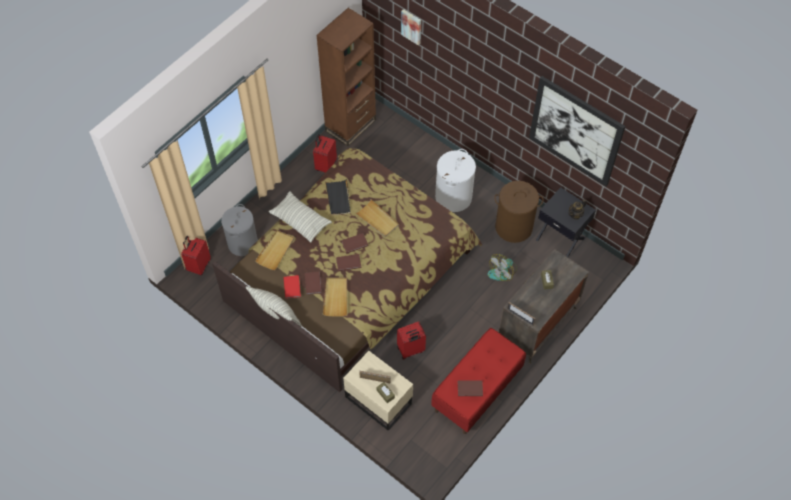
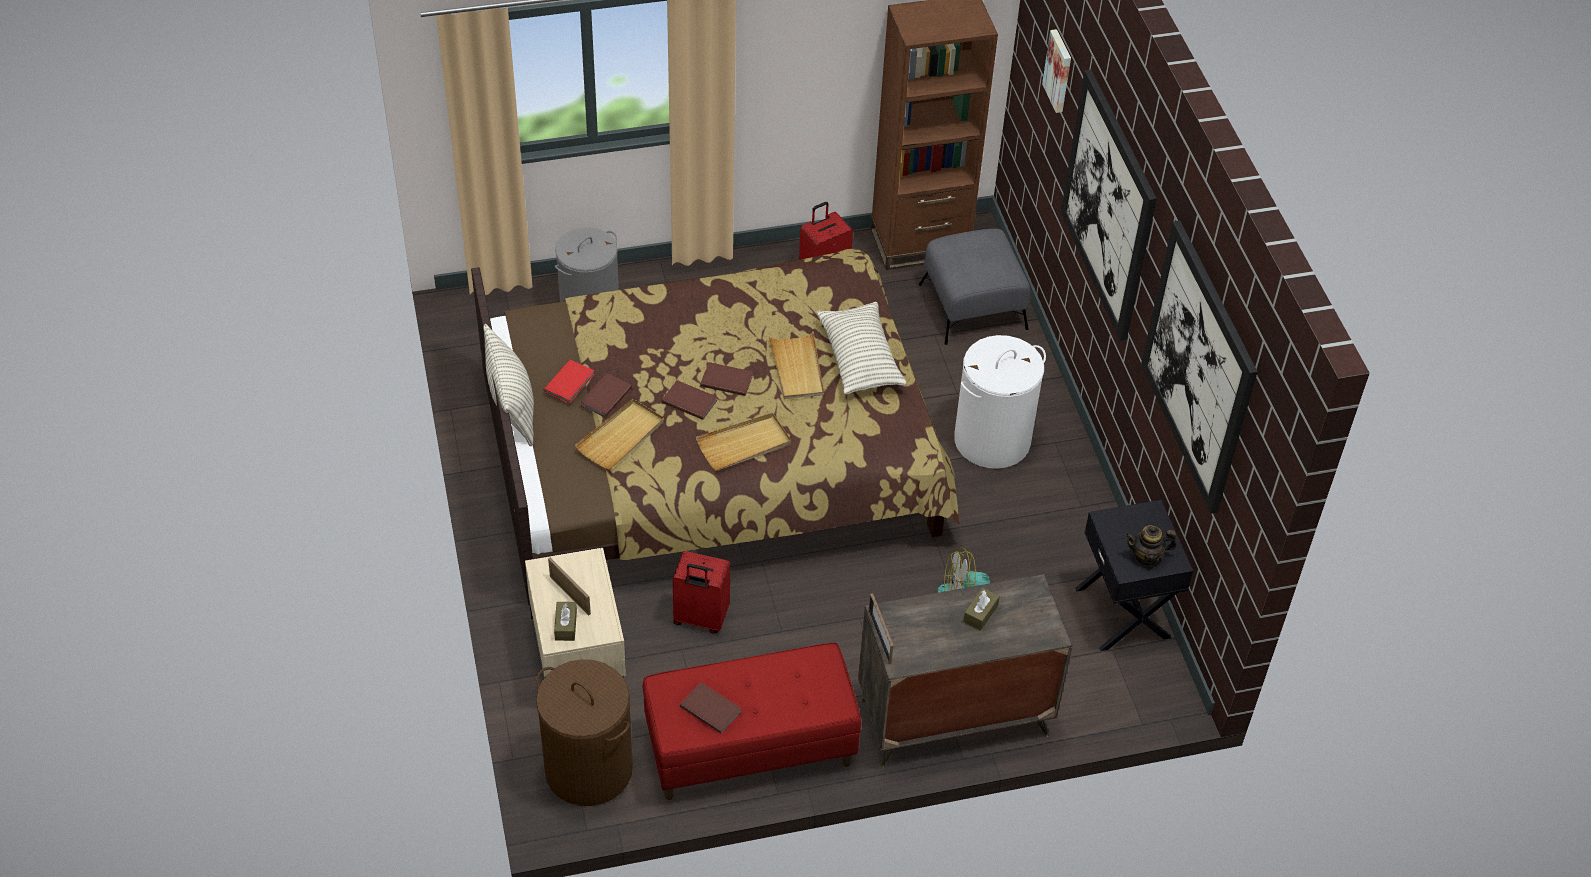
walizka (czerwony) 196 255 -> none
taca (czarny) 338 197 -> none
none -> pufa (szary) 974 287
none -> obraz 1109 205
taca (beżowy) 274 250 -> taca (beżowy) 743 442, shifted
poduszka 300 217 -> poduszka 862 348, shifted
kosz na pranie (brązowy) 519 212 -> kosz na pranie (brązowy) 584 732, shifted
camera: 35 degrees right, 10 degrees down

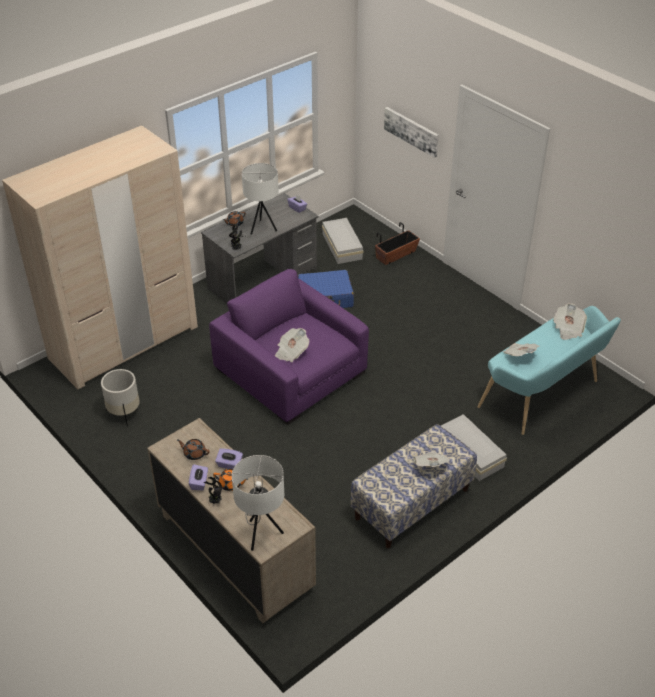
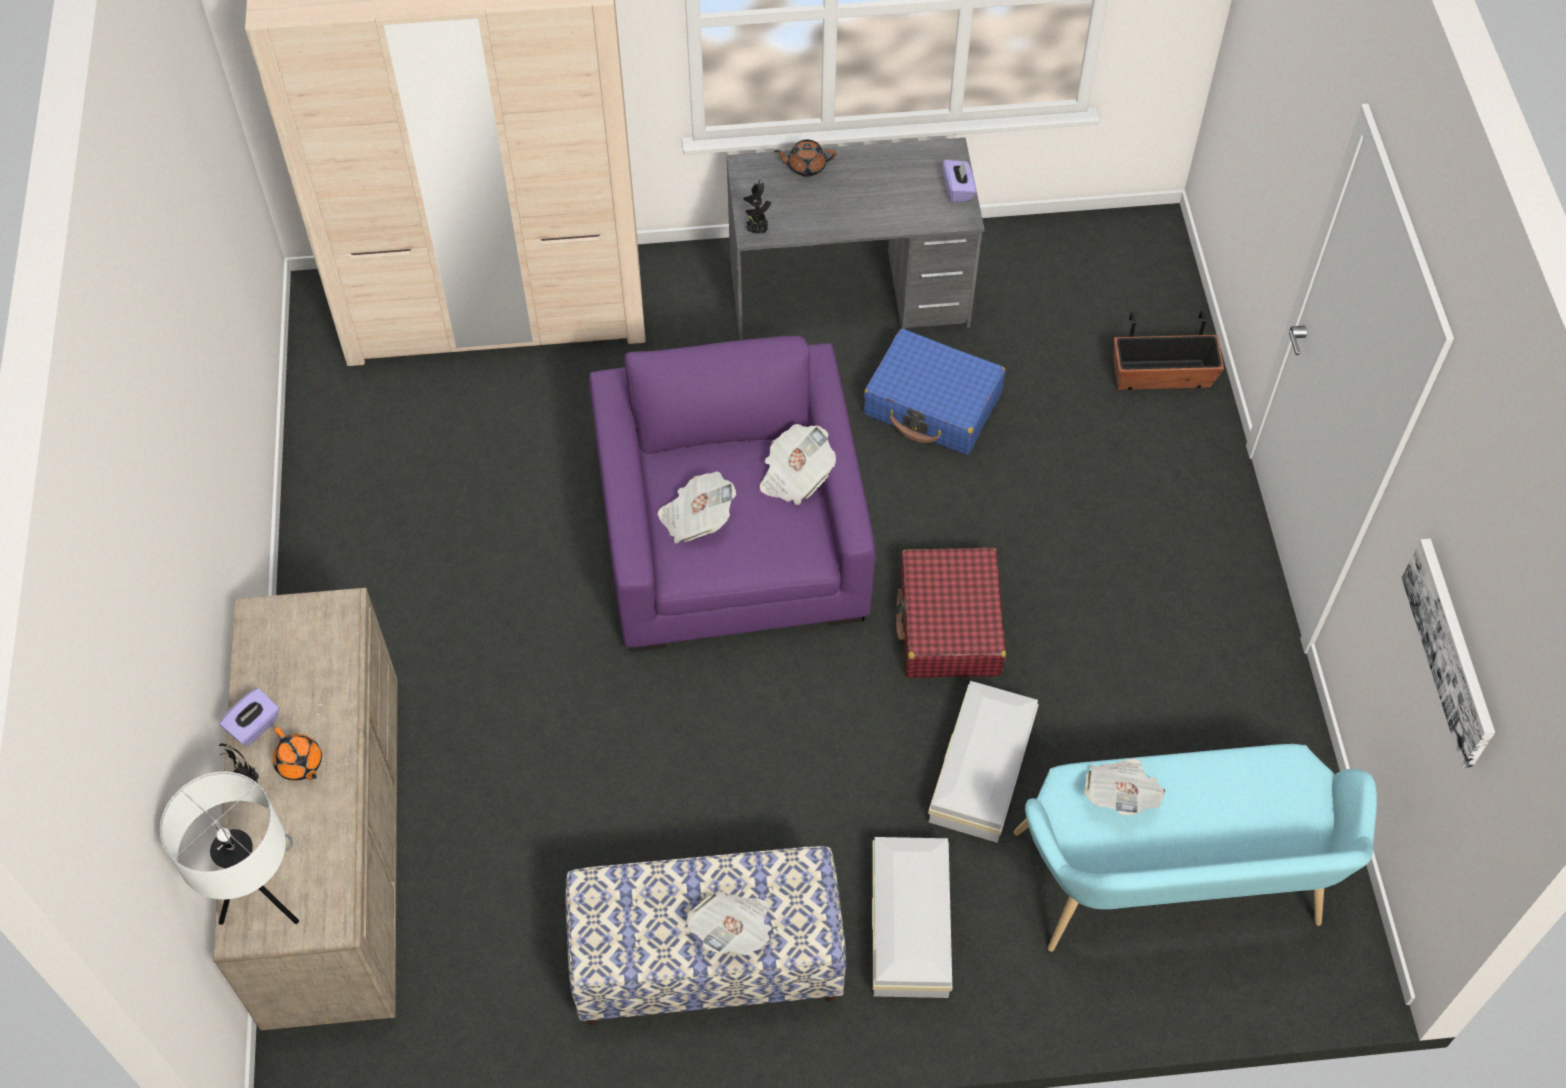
donica (biały) 120 397 -> none
imbryk (brązowy) 193 449 -> none
pudełko chusteczek (fioletowy) 229 458 -> none
lampa stołowa (biały) 259 200 -> none
none -> walizka (czerwony) 951 612
pojemnik do przechowywania (biały) 343 241 -> pojemnik do przechowywania (biały) 983 762, shifted
obraz 411 132 -> obraz 1448 653, shifted
gazeta 570 321 -> gazeta 797 464, shifted
camera: 35 degrees right, 15 degrees up

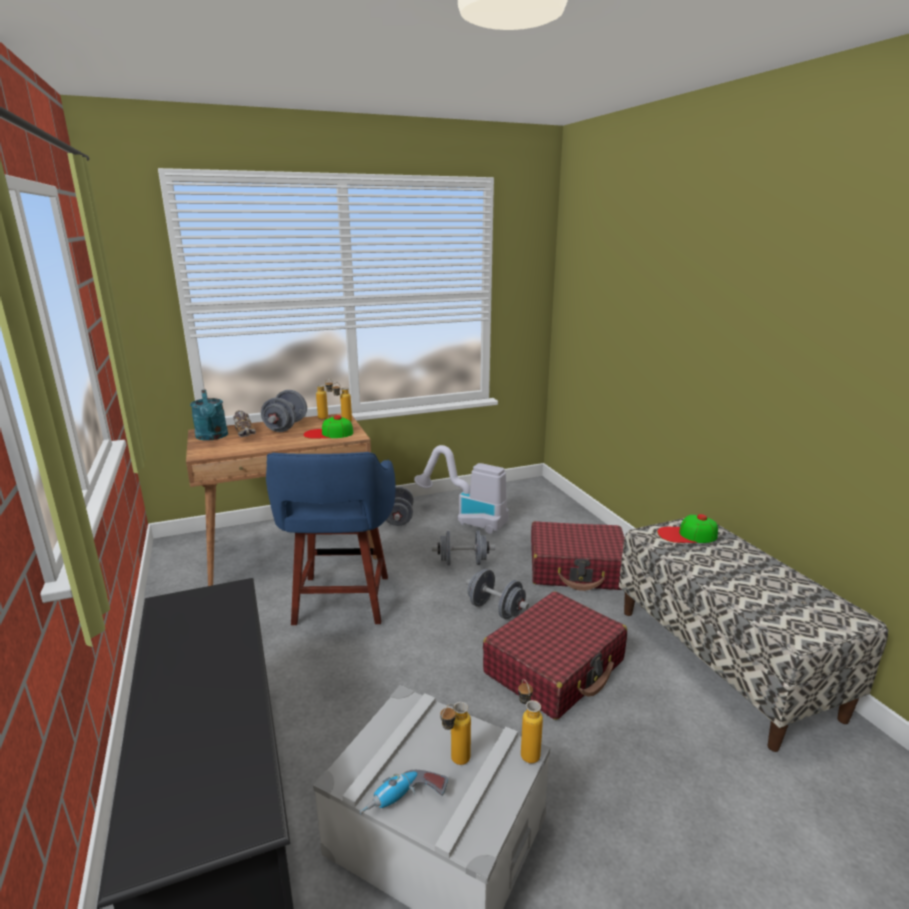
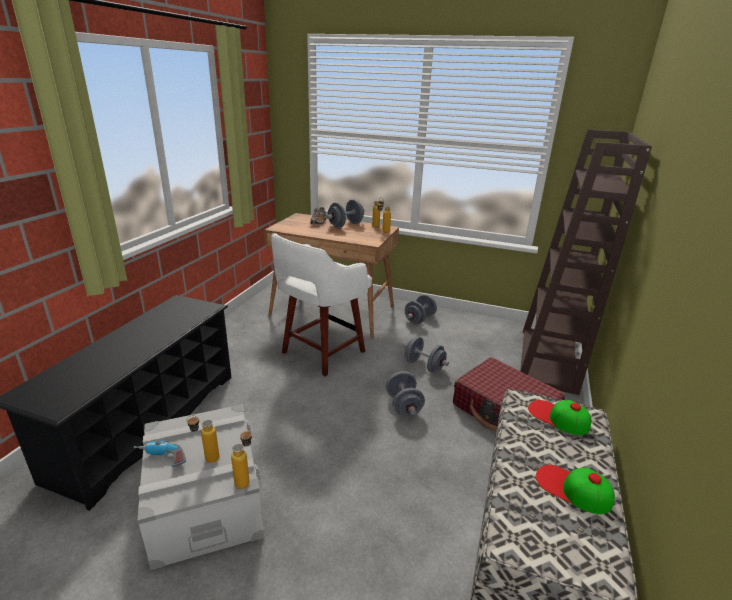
konewka (turkusowy) 209 415 -> none
odkurzacz 461 489 -> none
walizka (czerwony) 555 655 -> none
none -> regał (brązowy) 586 262
czapka z daszkiem 328 427 -> czapka z daszkiem 575 489, shifted
stołek (niebieski) 330 538 -> stołek (biały) 321 304
camera: 40 degrees right, 5 degrees up

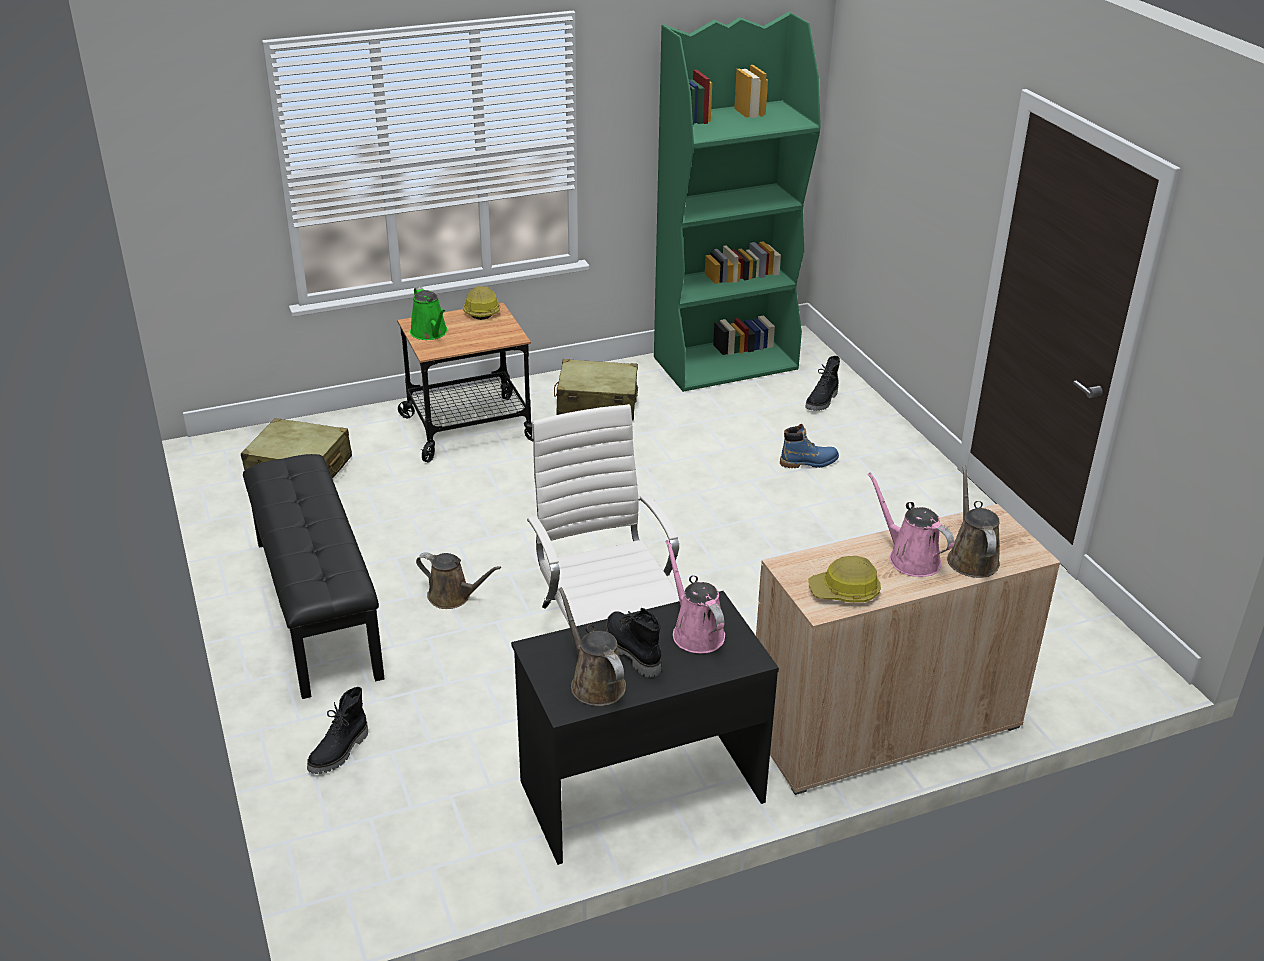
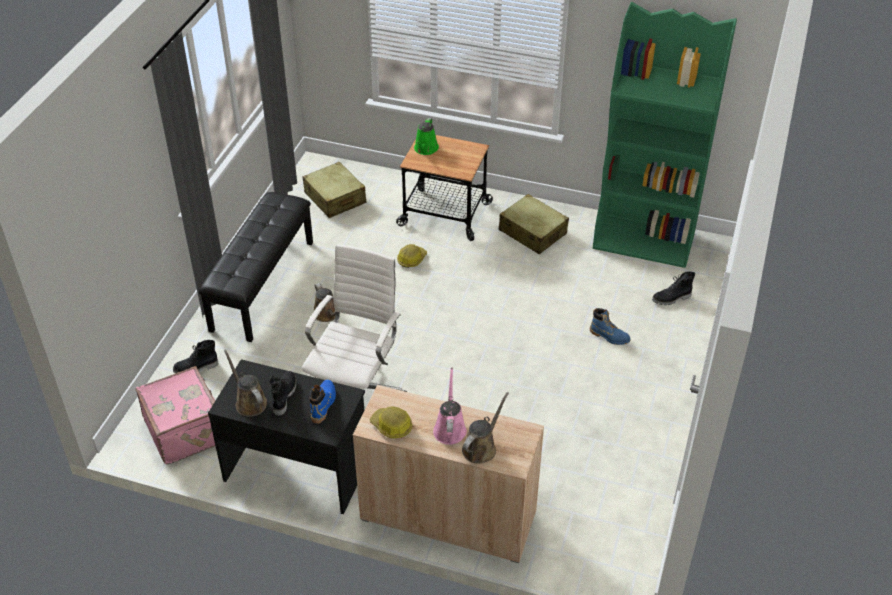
none -> walizka (różowy) 175 415
kask 481 303 -> kask 412 256, shifted
konewka (różowy) 695 596 -> but z cholewką (niebieski) 322 401
konewka (brązowy) 592 646 -> konewka (brązowy) 245 383, 45 degrees counterclockwise
camera: 40 degrees right, 10 degrees up

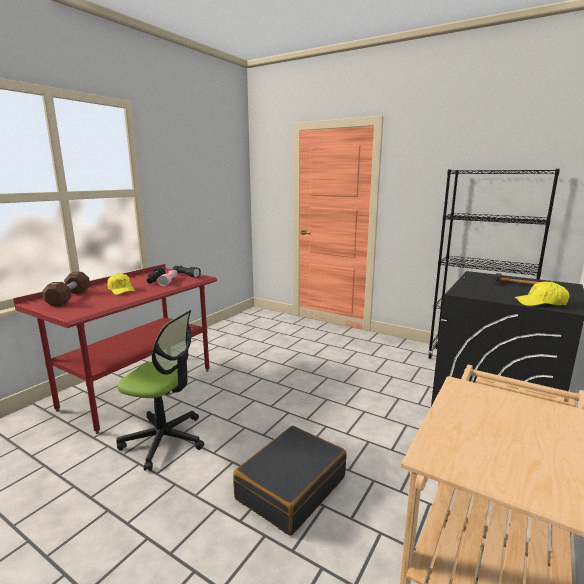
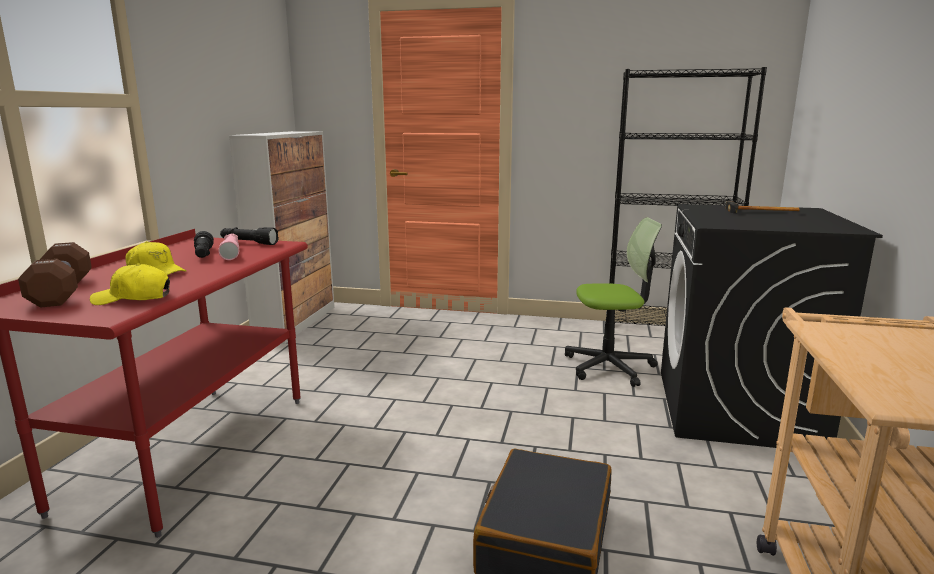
none -> szafka 281 237
krzesło biurowe 160 390 -> krzesło biurowe 613 302, shifted
czapka z daszkiem (żółty) 542 293 -> czapka z daszkiem (żółty) 130 284, shifted
camera: 20 degrees left, 0 degrees up

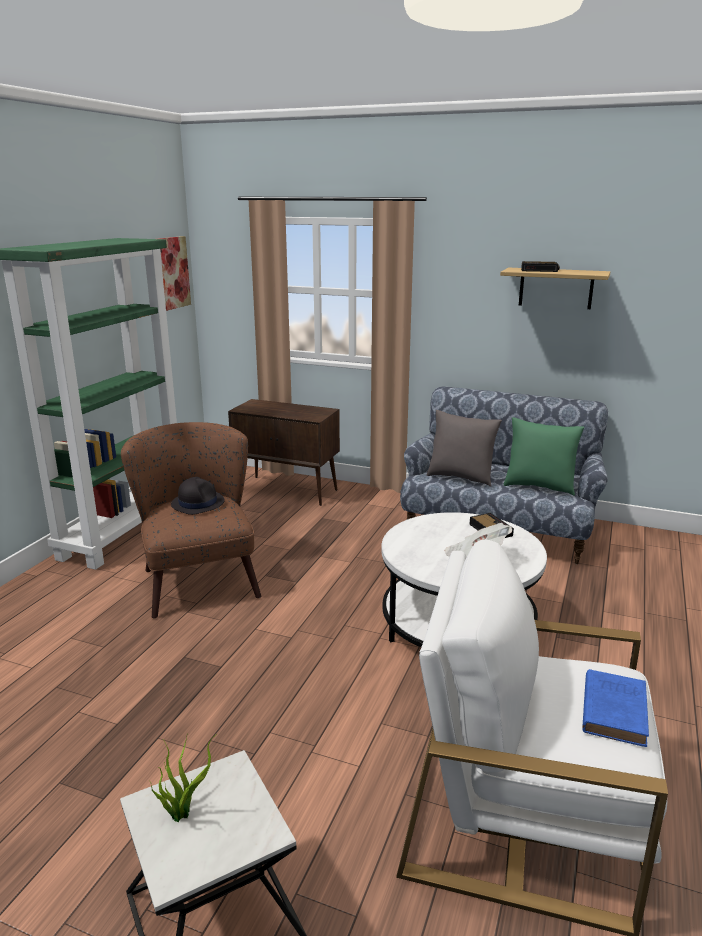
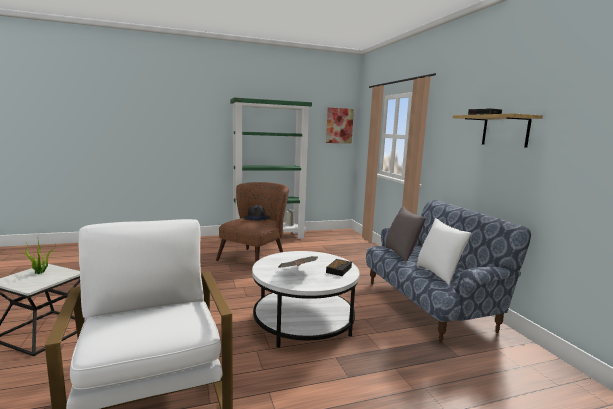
szafka (brązowy) 284 452 -> none
książka (niebieski) 615 708 -> none
poduszka (zielony) 544 456 -> poduszka (biały) 444 251
camera: 50 degrees right, 10 degrees down

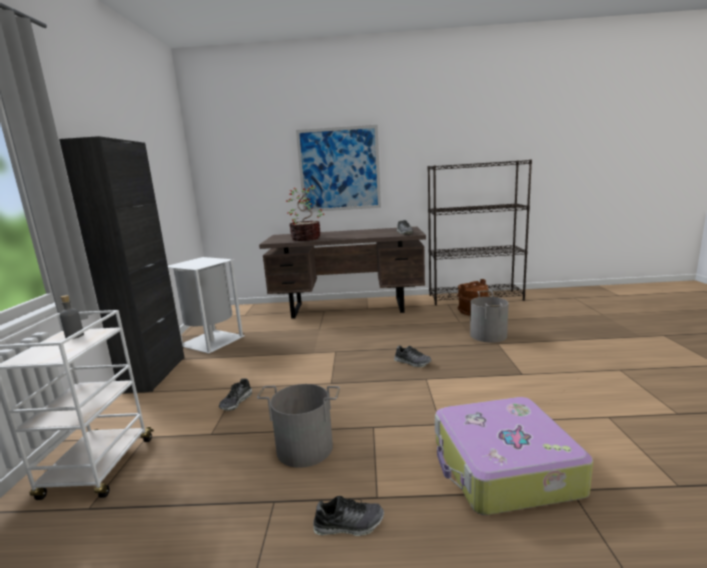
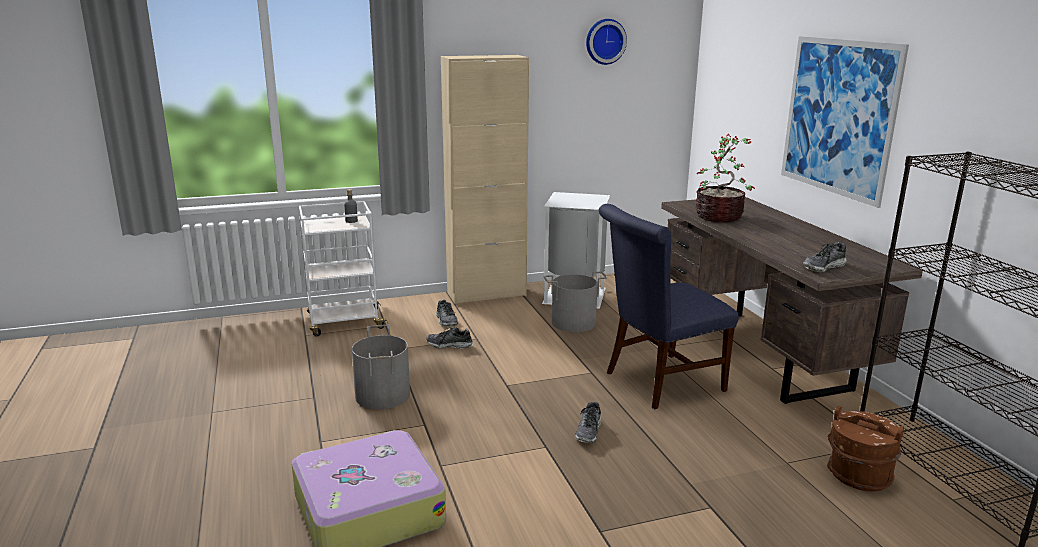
none -> zegar ścienny 606 42
none -> krzesło (niebieski) 669 307
but 348 516 -> but 447 313, shifted
wiadro (szary) 489 316 -> wiadro (szary) 575 302, shifted
szafka (czarny) 121 264 -> szafka (beżowy) 485 179
camera: 70 degrees right, 5 degrees up

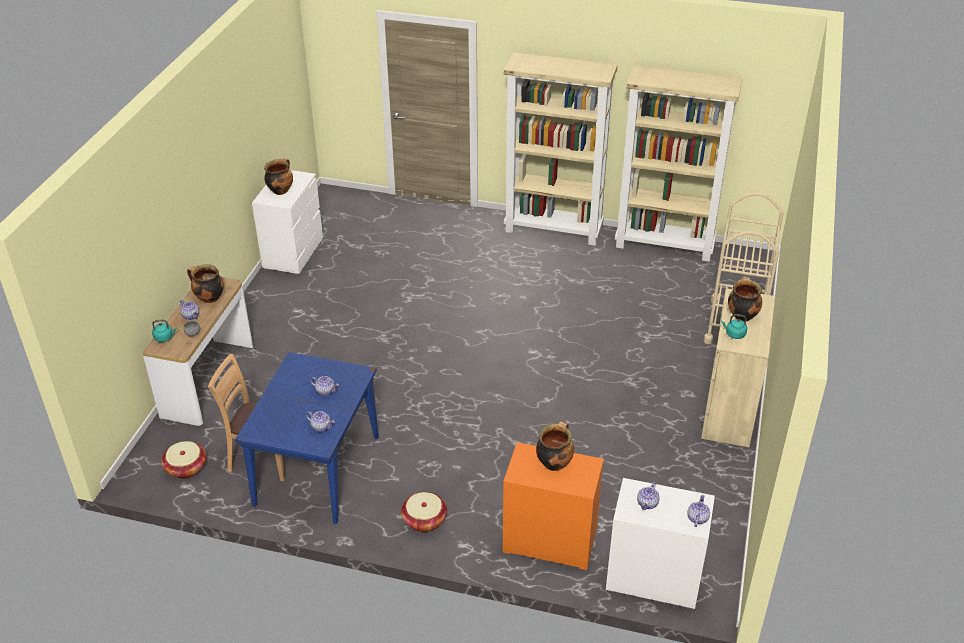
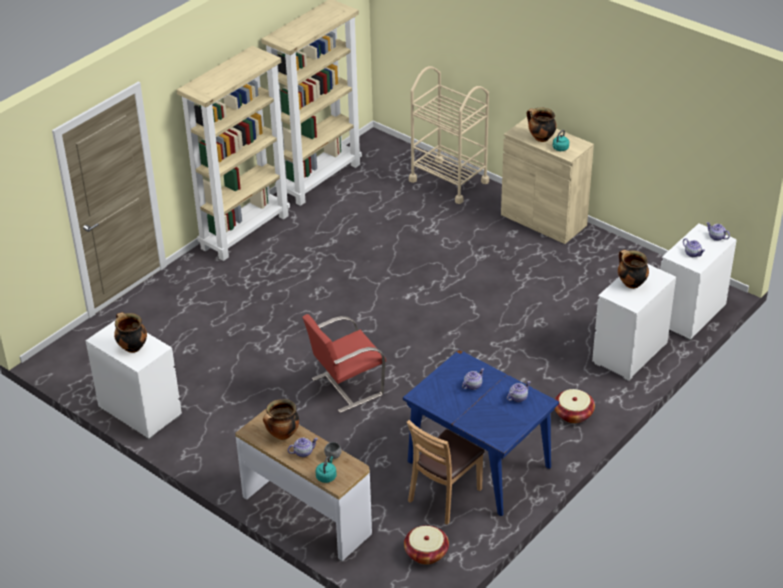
none -> krzesło (czerwony) 344 363
komoda (pomarańczowy) 553 506 -> komoda (biały) 634 322
camera: 65 degrees left, 0 degrees up

